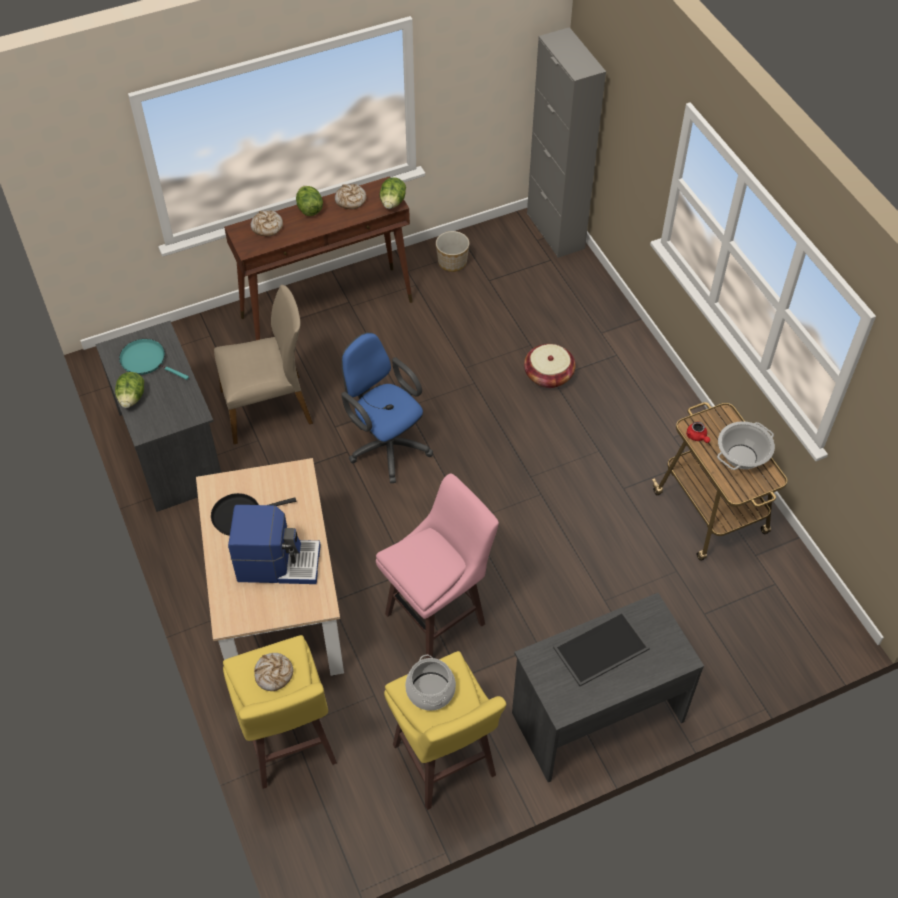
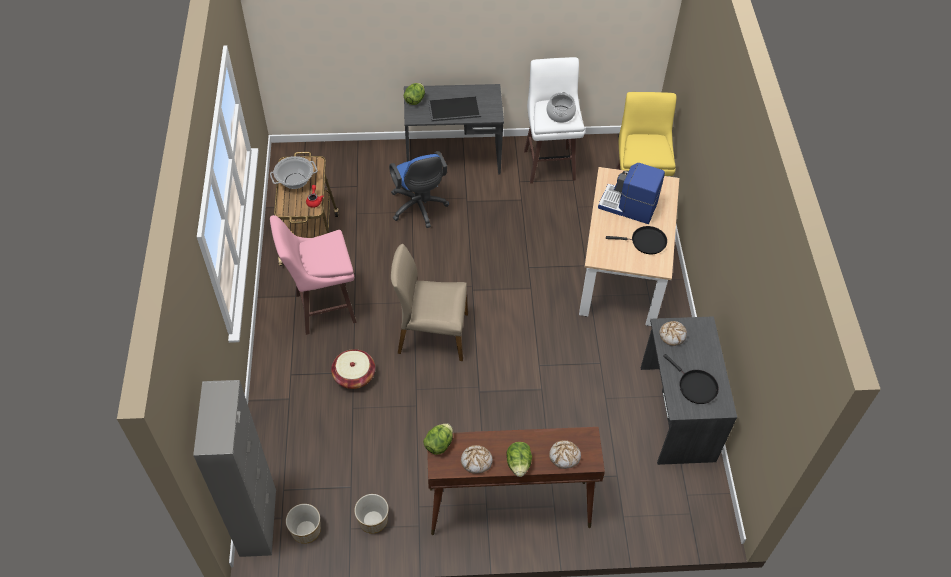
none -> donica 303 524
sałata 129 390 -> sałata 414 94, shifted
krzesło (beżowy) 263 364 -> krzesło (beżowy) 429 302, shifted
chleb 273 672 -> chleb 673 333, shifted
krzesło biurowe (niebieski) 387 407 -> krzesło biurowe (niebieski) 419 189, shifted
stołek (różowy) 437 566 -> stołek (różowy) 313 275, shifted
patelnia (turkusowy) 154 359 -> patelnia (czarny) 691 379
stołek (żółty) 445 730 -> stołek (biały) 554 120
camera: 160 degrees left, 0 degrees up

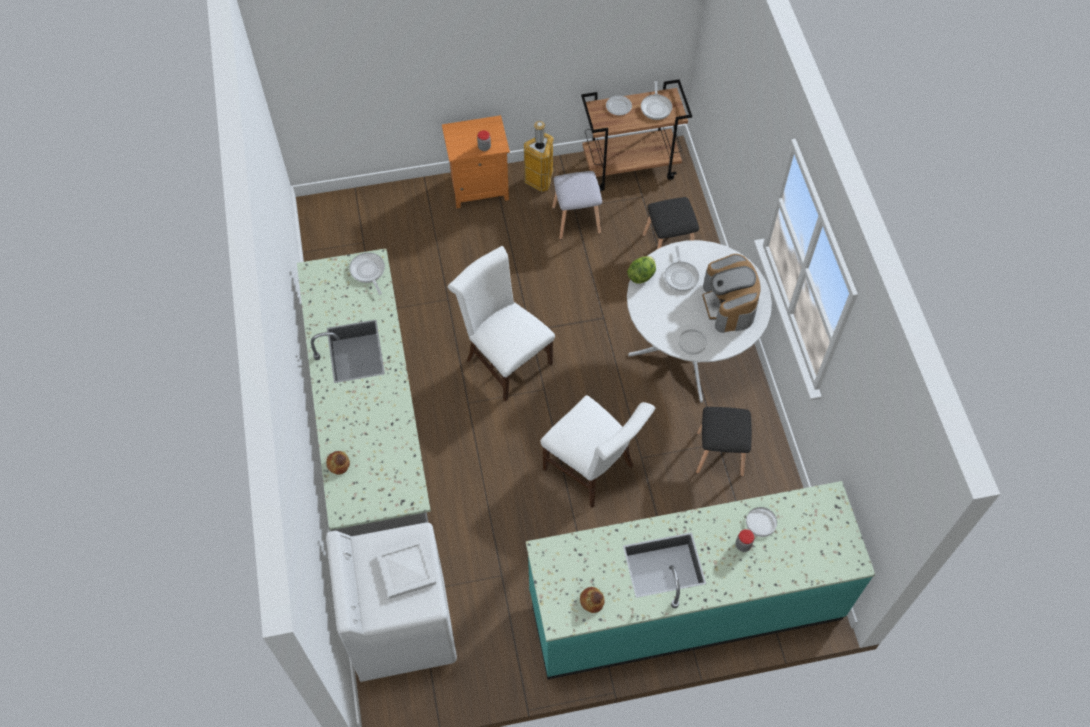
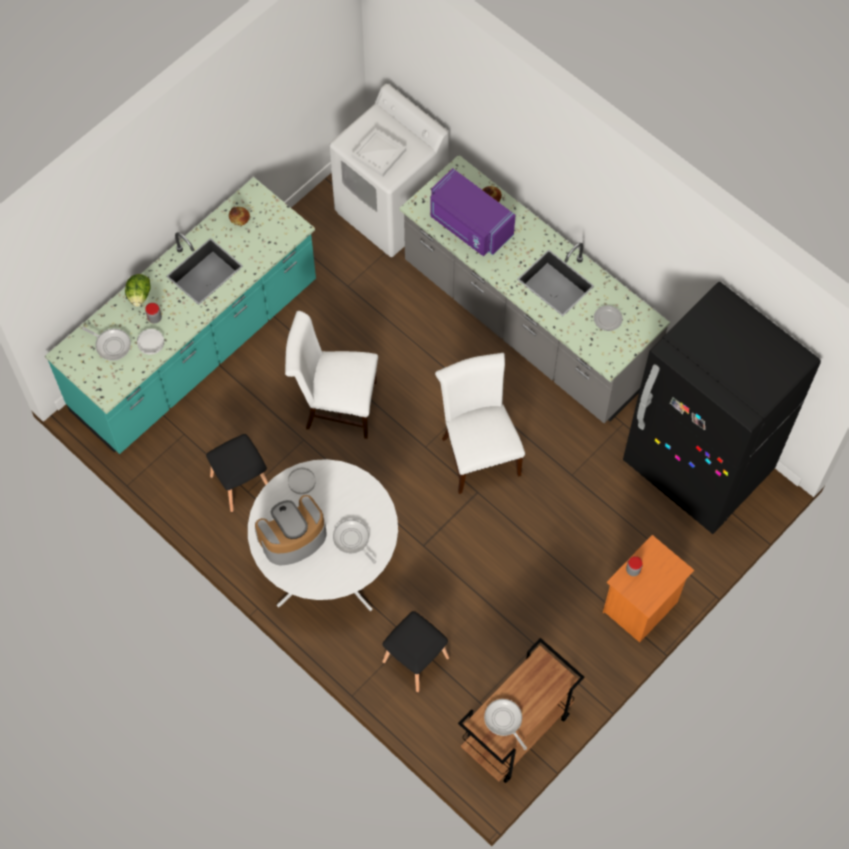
kosz na śmieci 539 156 -> none
stołek (szary) 577 205 -> none
none -> mikrofalówka (fioletowy) 472 212
none -> lodówka (czarny) 722 408
patelnia 367 273 -> patelnia 106 344, shifted
talerz 619 105 -> talerz 608 318, shifted
sałata 641 270 -> sałata 137 290, shifted
krzesło (biały) 501 324 -> krzesło (biały) 480 423, 120 degrees counterclockwise
ekspres do kawy 731 293 -> ekspres do kawy 290 530, 75 degrees counterclockwise
camera: 145 degrees right, 5 degrees up

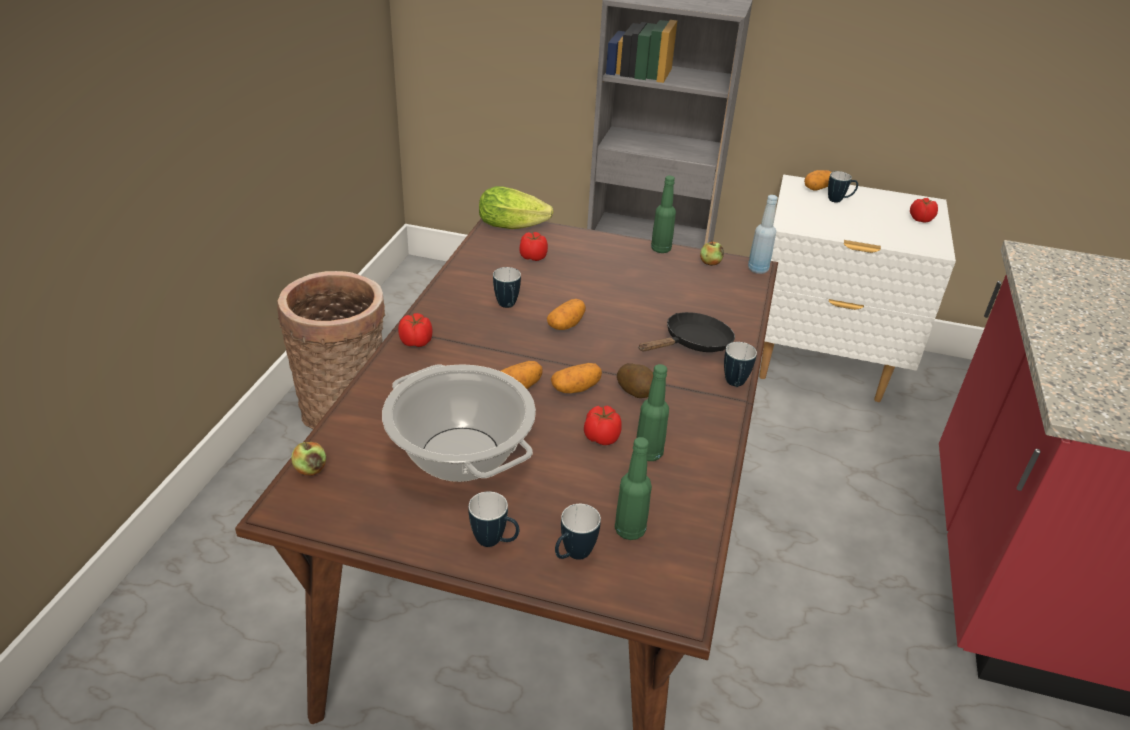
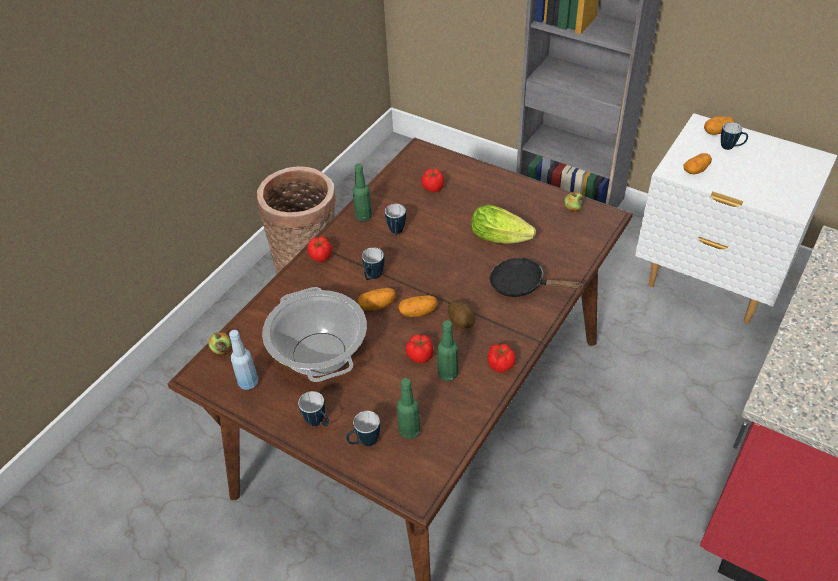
sałata 516 207 -> sałata 503 224, shifted
ziemniak 566 314 -> ziemniak 697 163, shifted
butelka (zielony) 663 214 -> butelka (zielony) 362 192, shifted
kubek 740 364 -> kubek 373 264, shifted
butelka (niebieski) 763 234 -> butelka (niebieski) 243 360, shifted
pomidor 924 210 -> pomidor 501 358, shifted
patelnia (czarny) 686 332 -> patelnia (czarny) 535 277, 135 degrees counterclockwise
camera: 20 degrees right, 10 degrees up

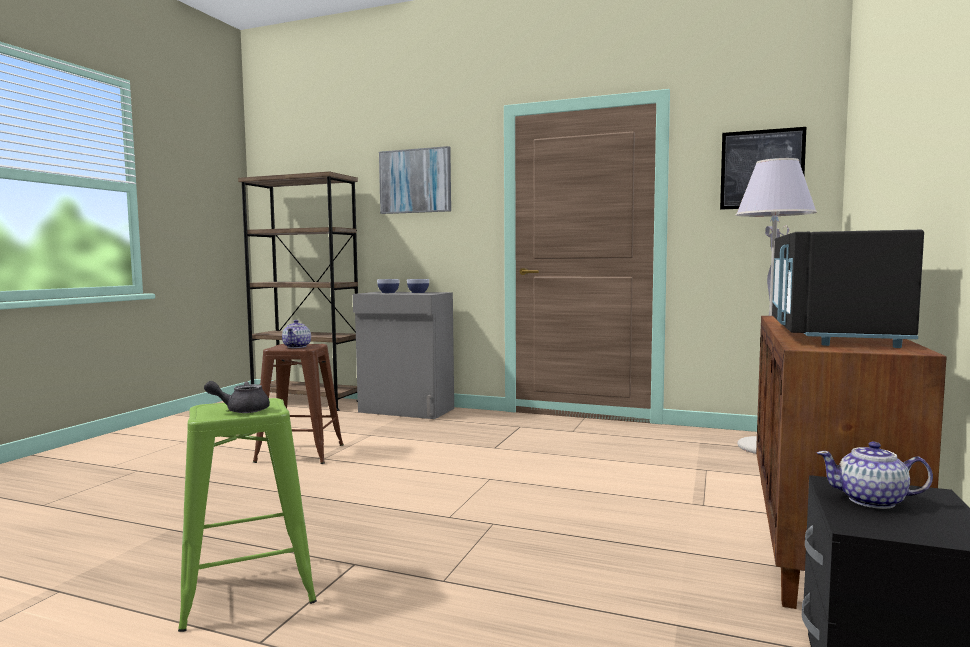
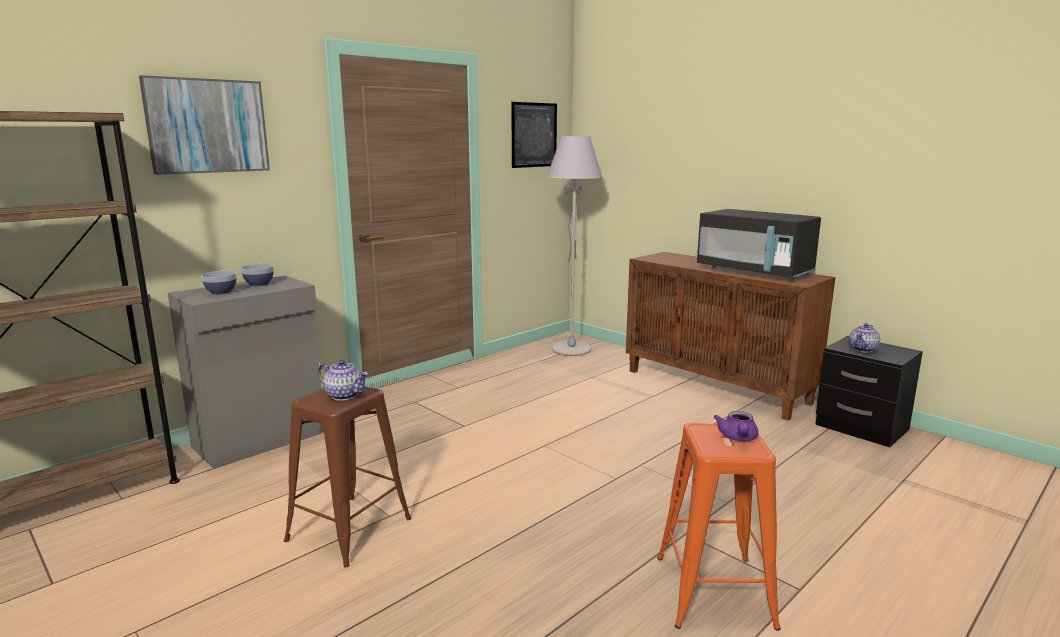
stołek (zielony) 247 515 -> stołek (pomarańczowy) 719 527
imbryk (szary) 237 397 -> imbryk (fioletowy) 736 426
camera: 65 degrees left, 10 degrees up

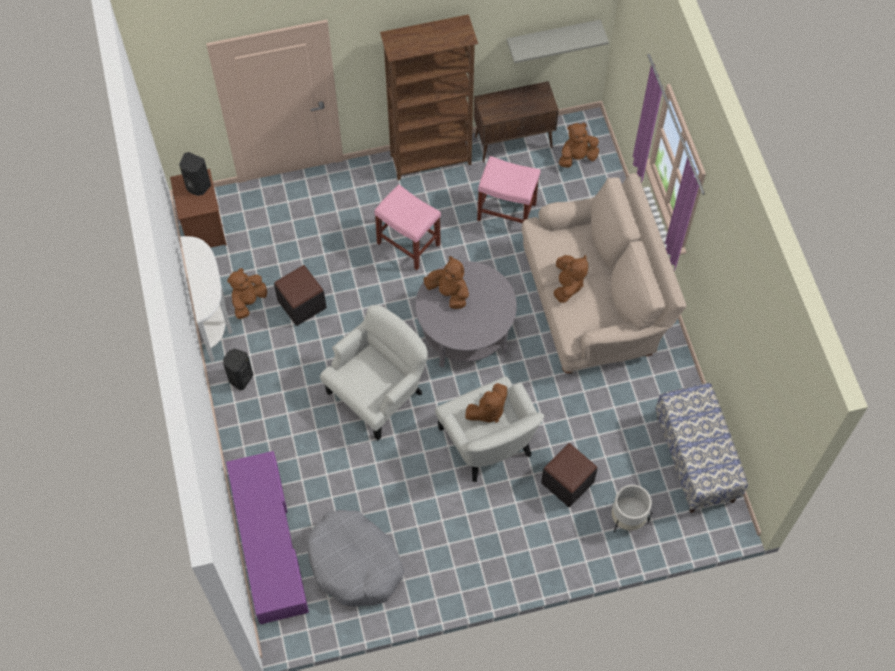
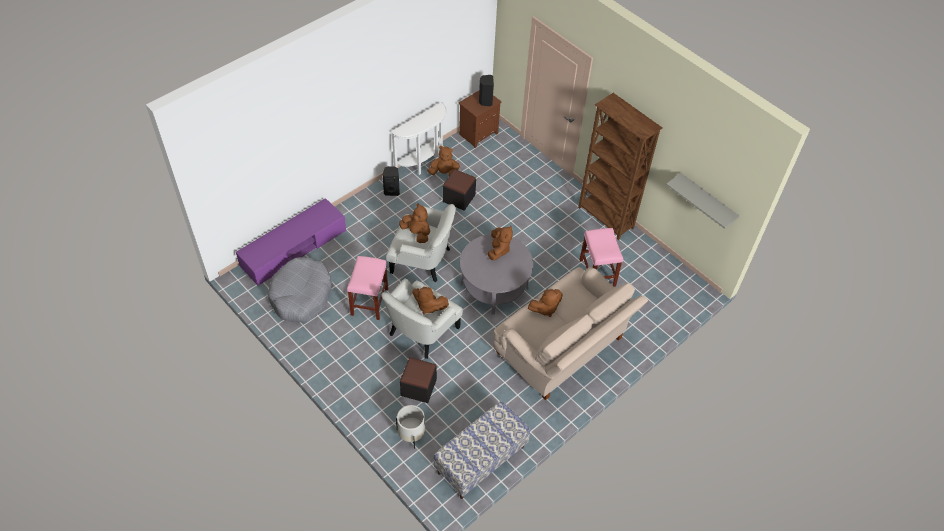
szafka (brązowy) 516 121 -> none
stołek (różowy) 407 227 -> stołek (różowy) 367 288, shifted
pluszak (brązowy) 579 145 -> pluszak (brązowy) 414 223, shifted
camera: 60 degrees right, 10 degrees down

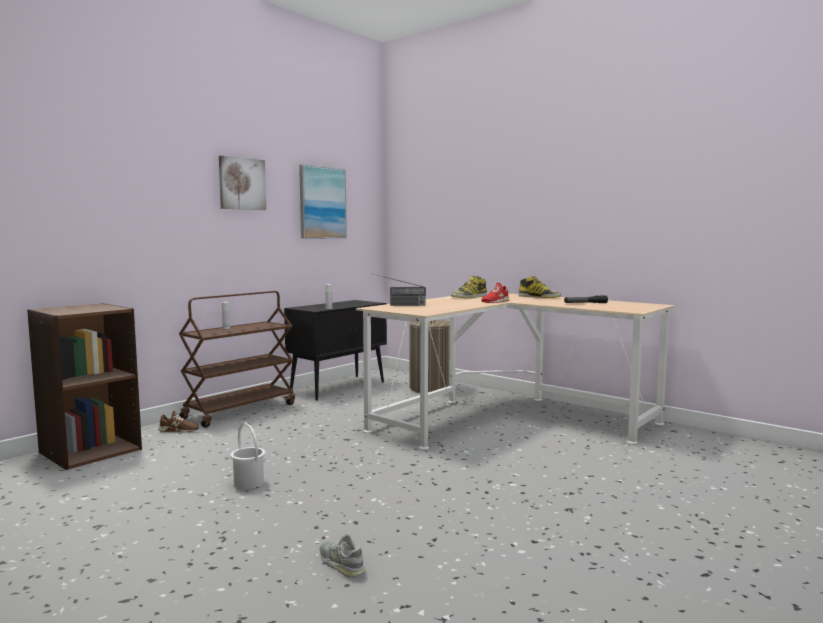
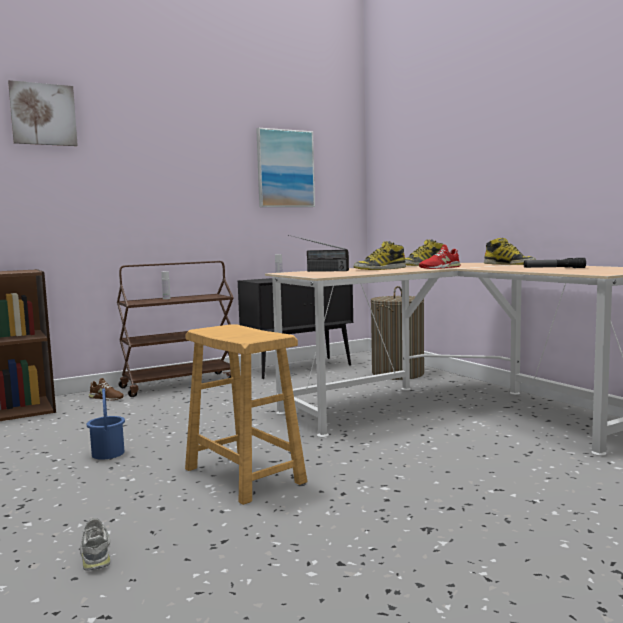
none -> stołek (brązowy) 246 414
none -> but z cholewką 380 255
obraz 242 183 -> obraz 43 113, shifted
wiadro (biały) 247 455 -> wiadro (niebieski) 106 424
camera: 20 degrees right, 0 degrees up

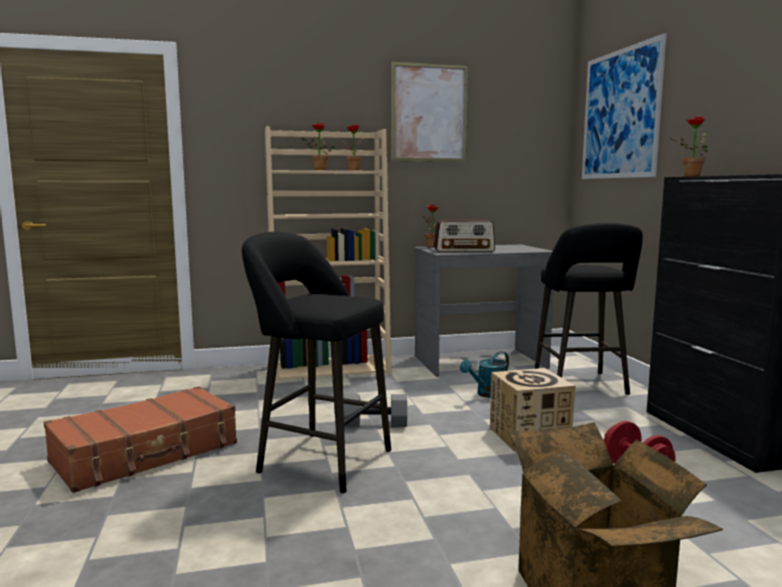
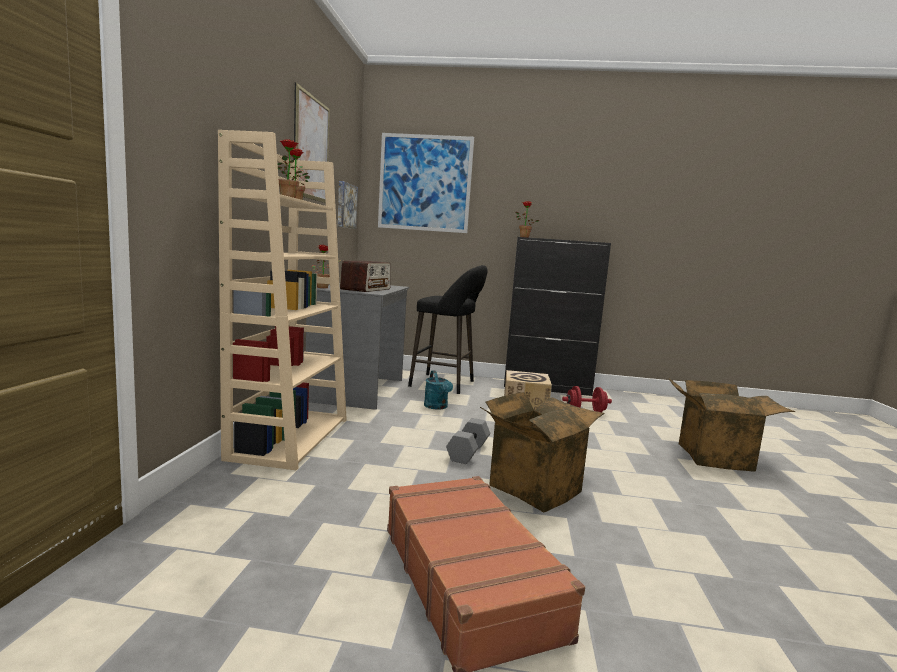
none -> obraz 348 205
stołek (czarny) 316 362 -> karton 542 452
camera: 70 degrees left, 0 degrees up

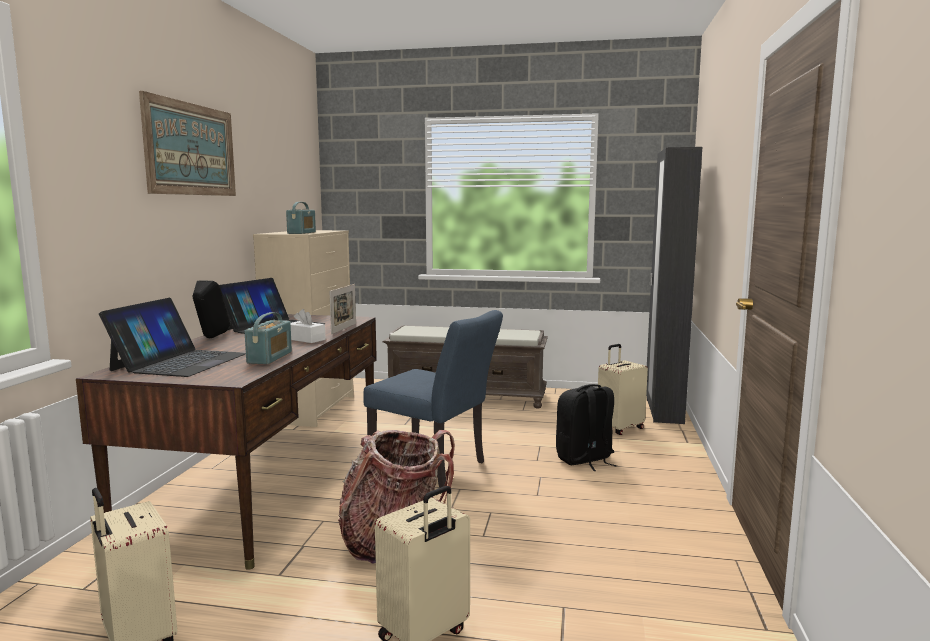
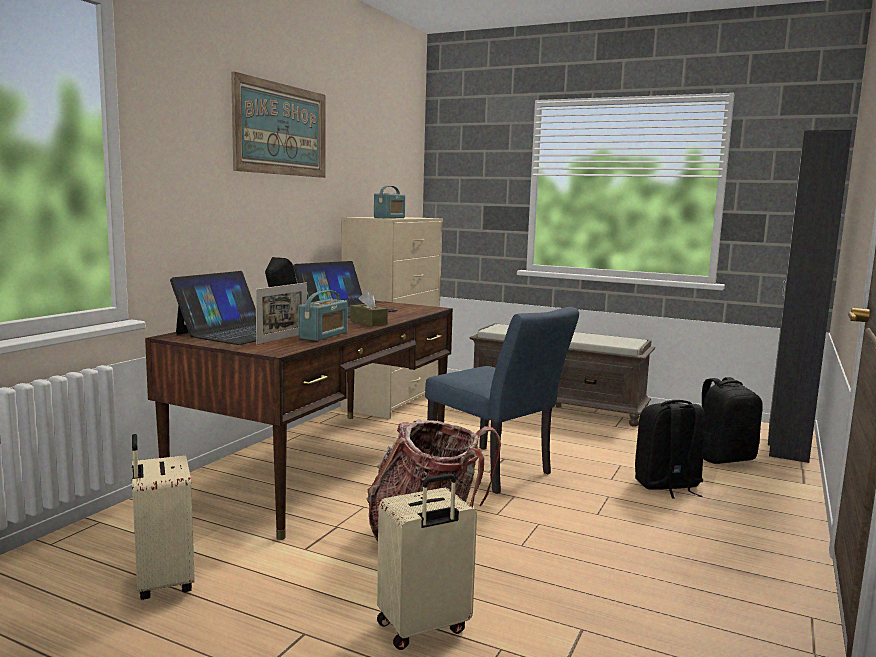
ramka na zdjęcie 342 309 -> ramka na zdjęcie 281 314, shifted
walizka (beżowy) 623 389 -> plecak (czarny) 732 420
pudełko chusteczek (biały) 308 326 -> pudełko chusteczek (brązowy) 369 308
camera: 15 degrees right, 0 degrees up

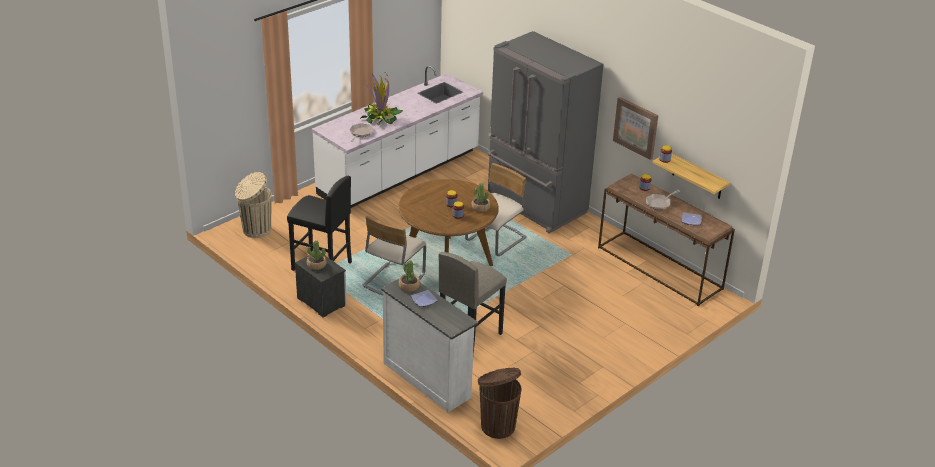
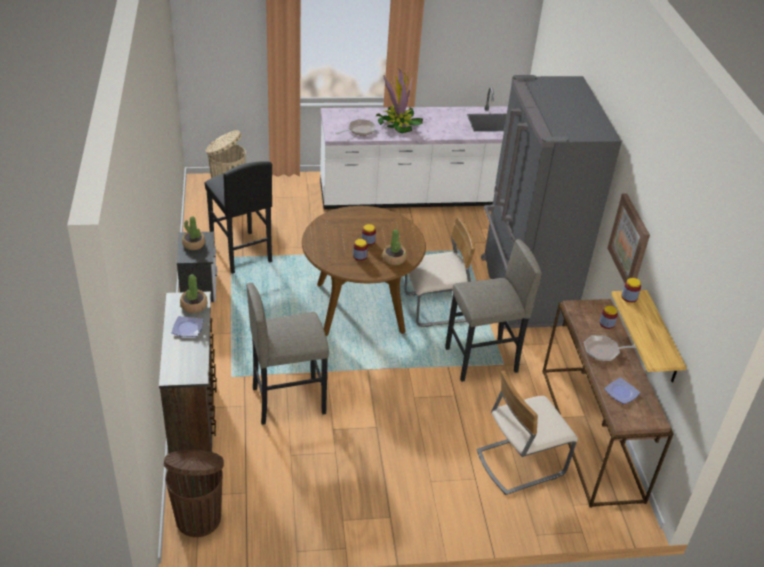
none -> stołek (szary) 493 310
krzesło (beżowy) 395 255 -> krzesło (beżowy) 527 432, shifted
komoda (biały) 429 345 -> komoda (brązowy) 188 372
camera: 35 degrees right, 5 degrees up

